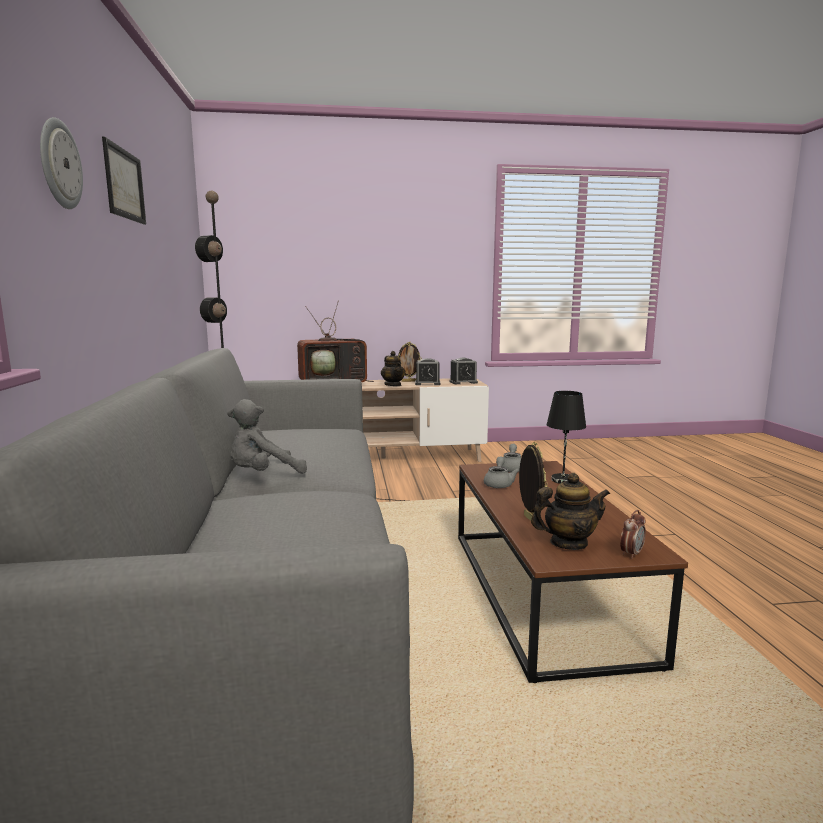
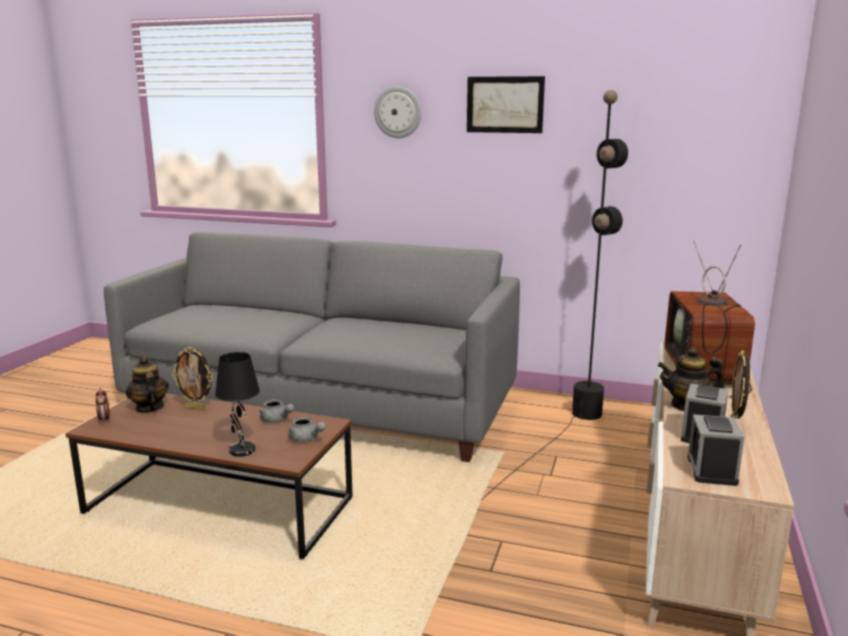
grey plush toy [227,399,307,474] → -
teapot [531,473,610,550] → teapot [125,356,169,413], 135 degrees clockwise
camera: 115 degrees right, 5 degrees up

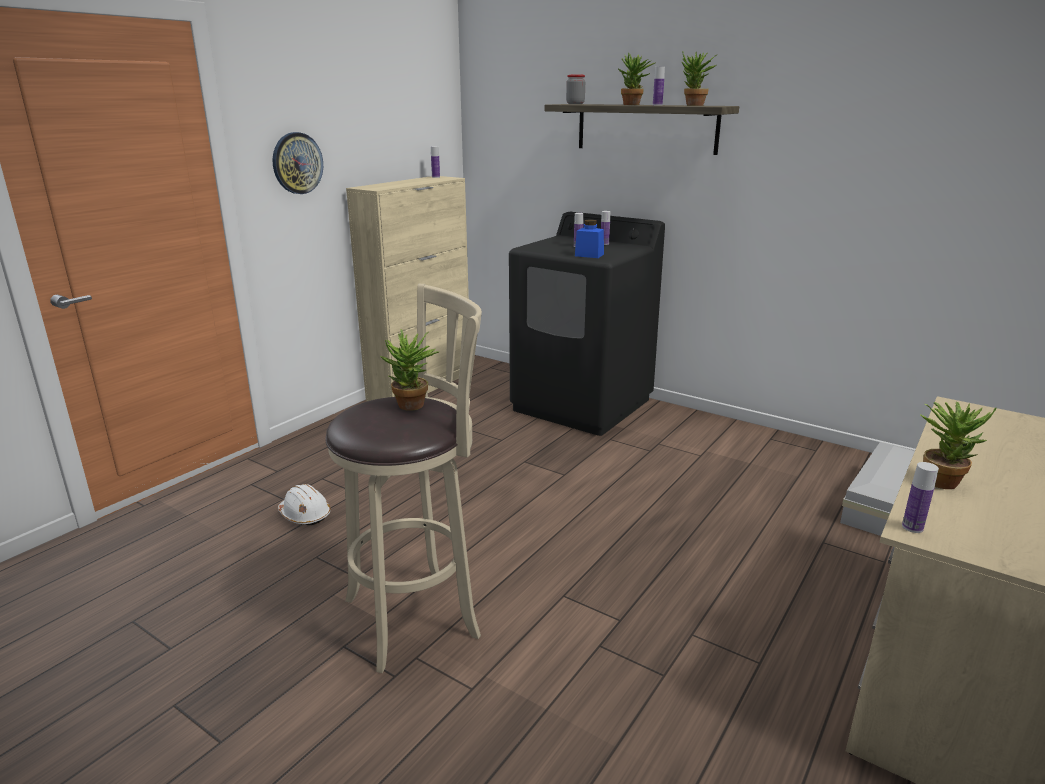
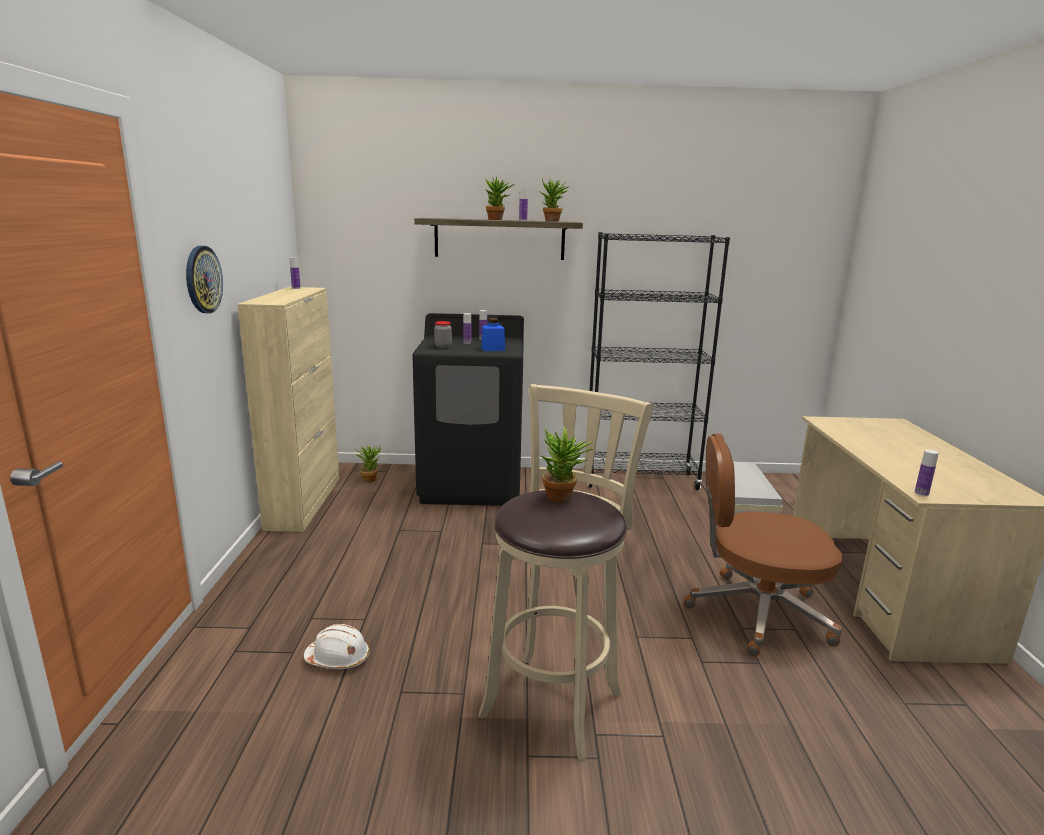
jar [566,74,585,104] → jar [434,321,452,348], shifted
potted plant [921,402,997,489] → potted plant [355,446,381,483], shifted
- → black bookcase [584,232,730,490]
- → brown office chair [684,434,843,657]
camera: 35 degrees left, 5 degrees down

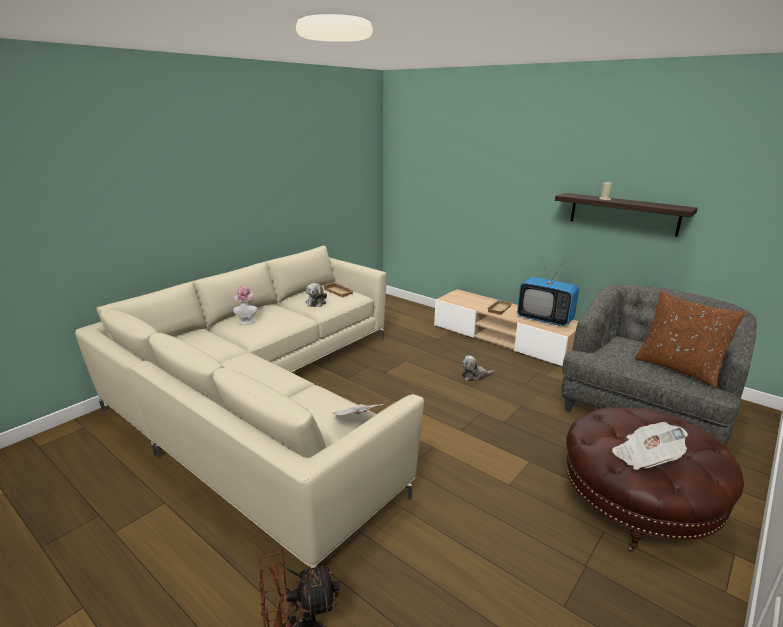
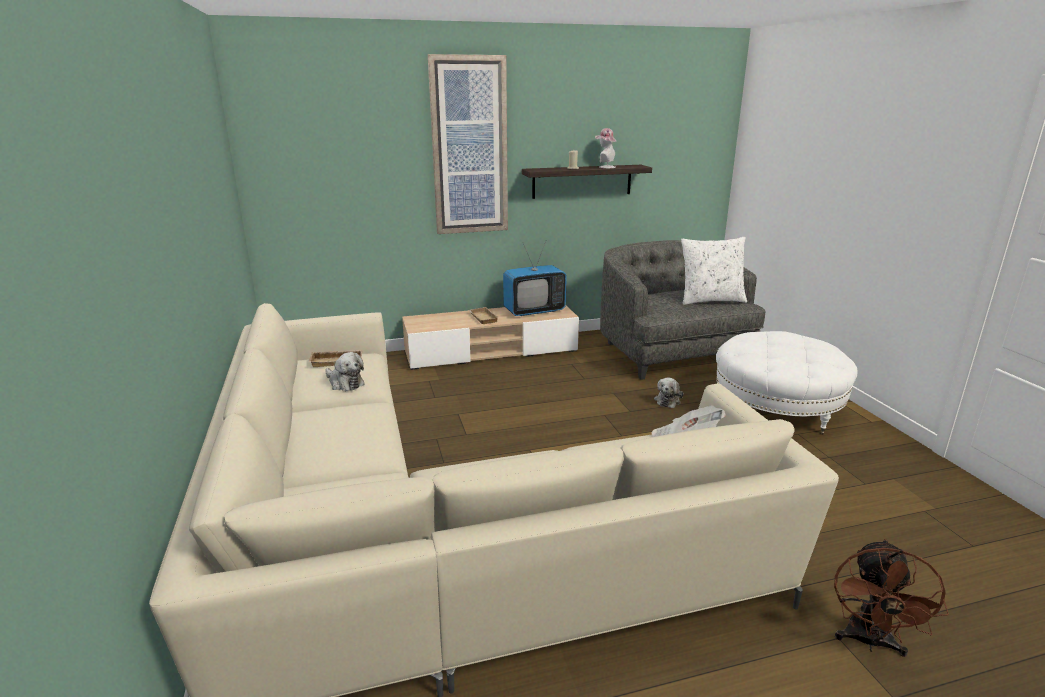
hat [233,286,257,325] → hat [595,128,616,168], shifted
plush toy [461,355,494,382] → plush toy [654,378,683,408], shifted
brown ottoman [566,407,744,552] → white ottoman [716,331,857,434]
newspaper [612,422,688,470] → -
brown pillow [635,291,747,388] → white pillow [681,237,747,305]
- → picture [428,54,508,234]
camera: 55 degrees left, 0 degrees up

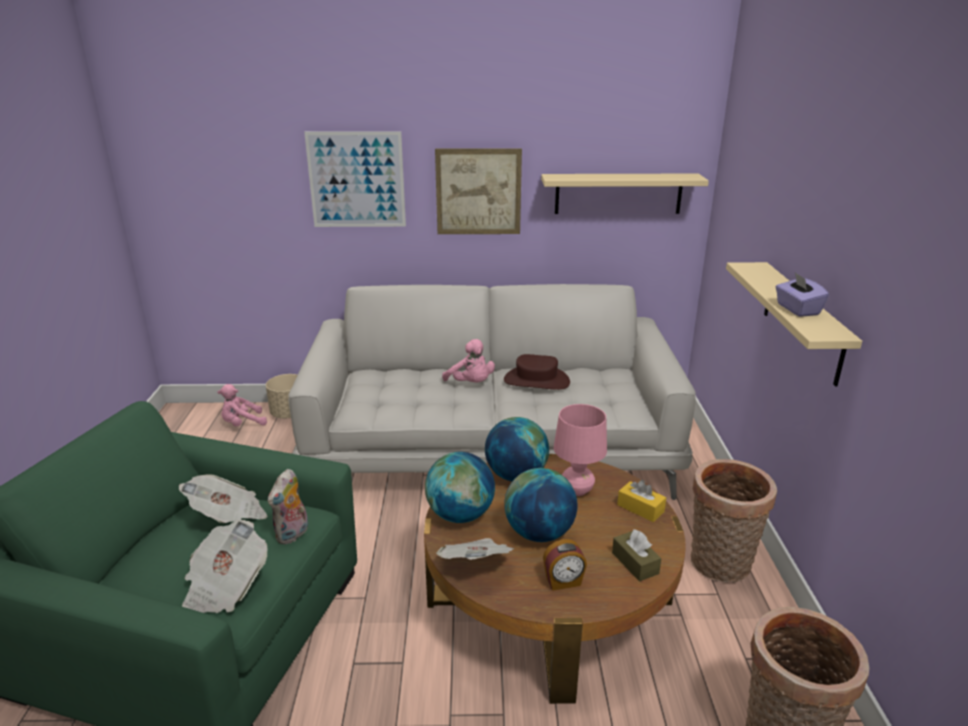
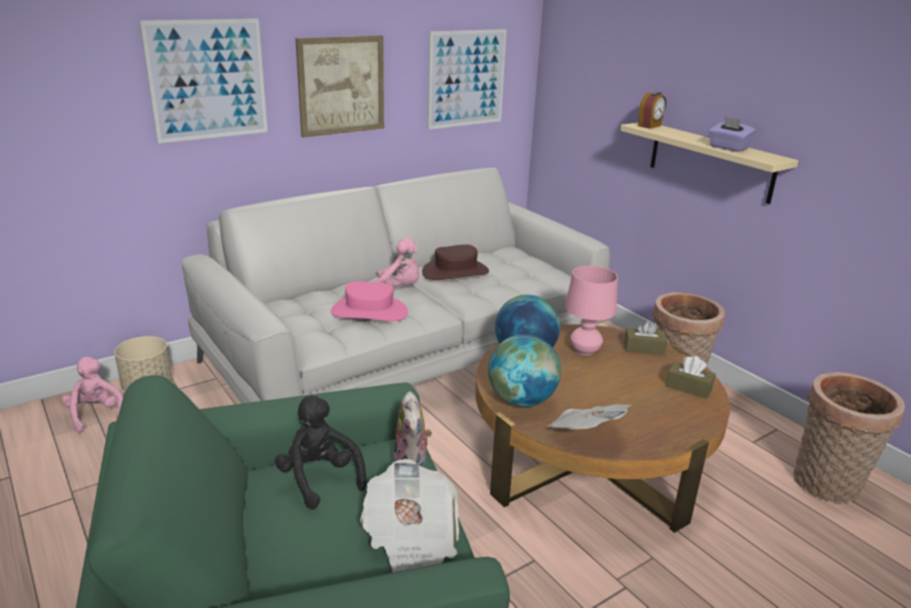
newspaper [179,474,268,523] → black plush toy [275,395,367,509]
pink plush toy [217,384,267,426] → pink plush toy [61,357,123,433], 120 degrees clockwise
globe [504,468,577,542] → -
beige shelf [541,174,709,214] → picture [428,29,507,129]
alarm clock [543,539,587,591] → alarm clock [638,92,666,129], shifted
yellow tissue box [617,480,666,522] → brown tissue box [624,321,667,355]
- → pink hat [331,281,408,321]
camera: 35 degrees left, 0 degrees up

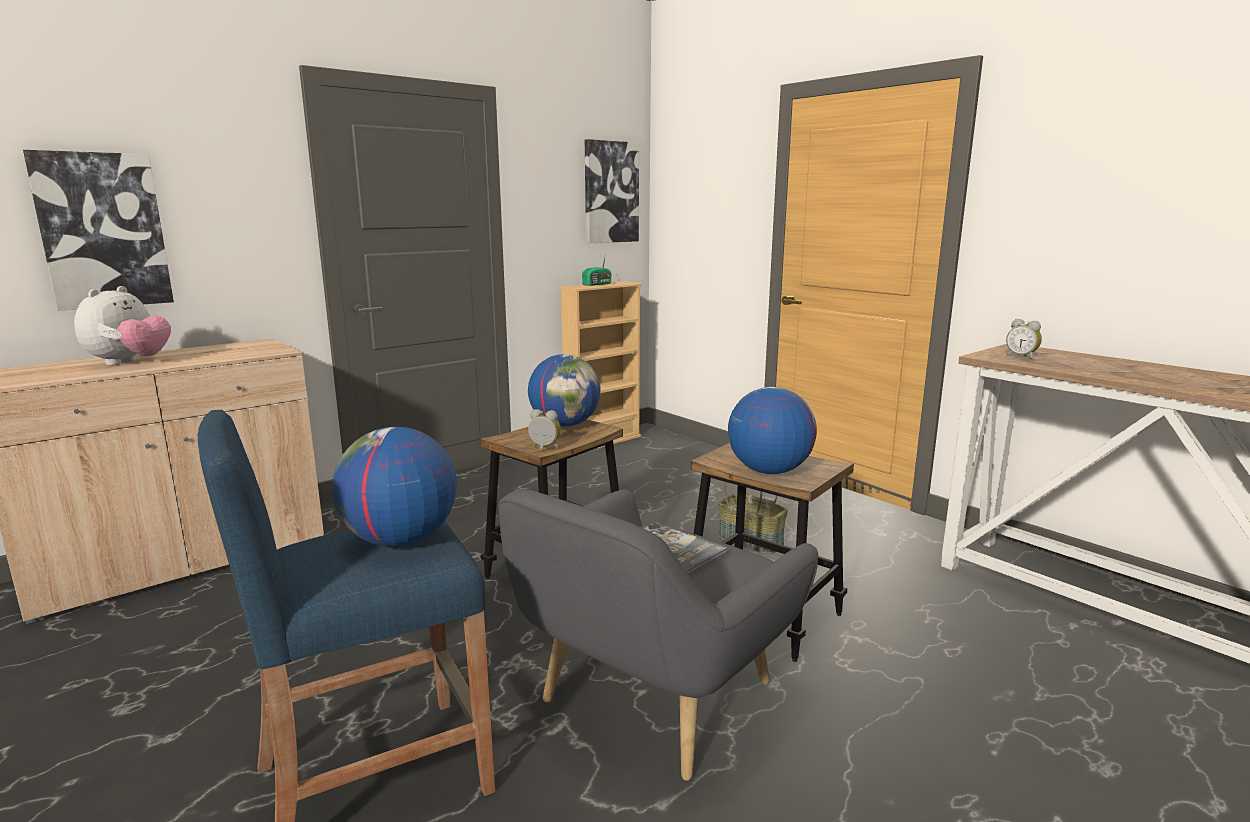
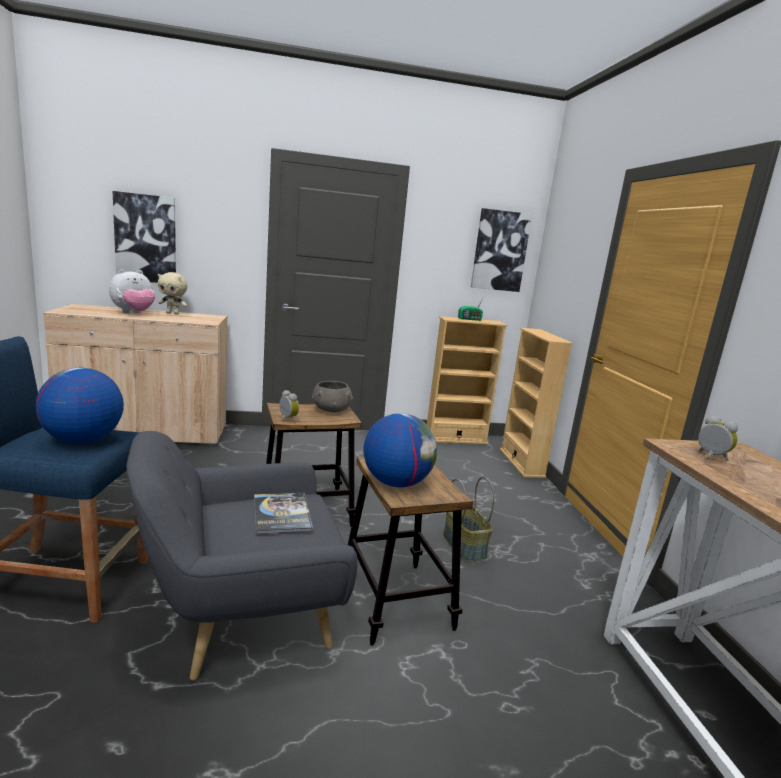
globe [528,354,601,427] → grey bowl [312,381,353,412]
alarm clock [1006,319,1042,360] → alarm clock [698,415,738,461], 150 degrees clockwise
- → beige plush toy [158,272,188,315]
- → beige bookcase [500,328,573,478]
camera: 30 degrees right, 0 degrees up

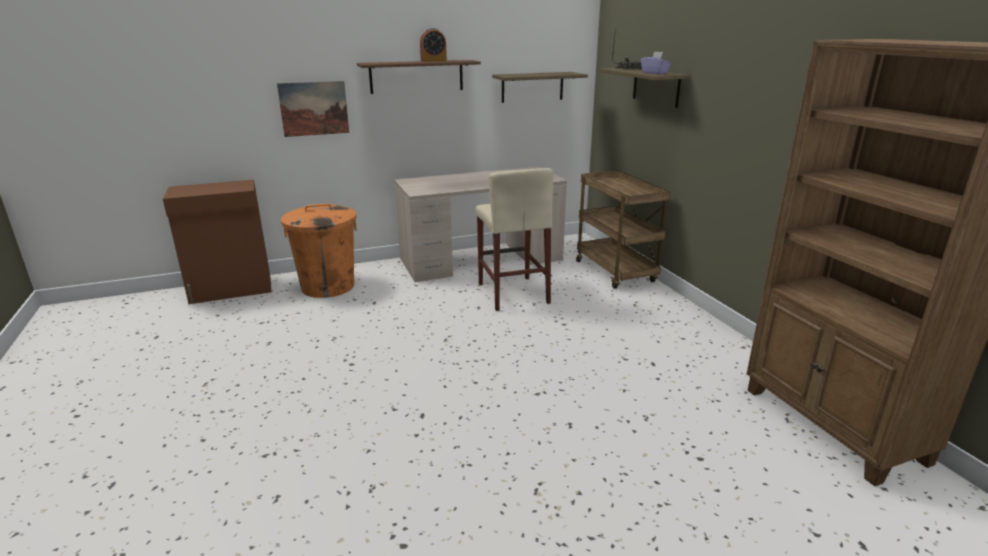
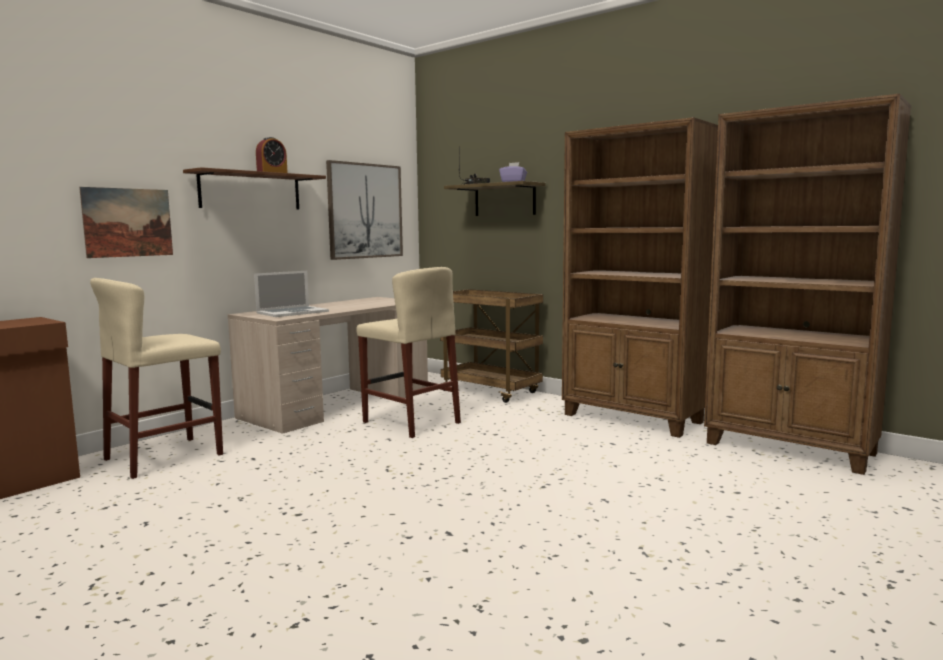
orange trash can [281,203,357,298] → beige stool [90,278,223,479]
shelf [492,72,588,103] → picture [326,160,403,260]
- → laptop [254,271,329,317]
- → brown bookcase [562,117,718,438]
camera: 30 degrees left, 15 degrees down

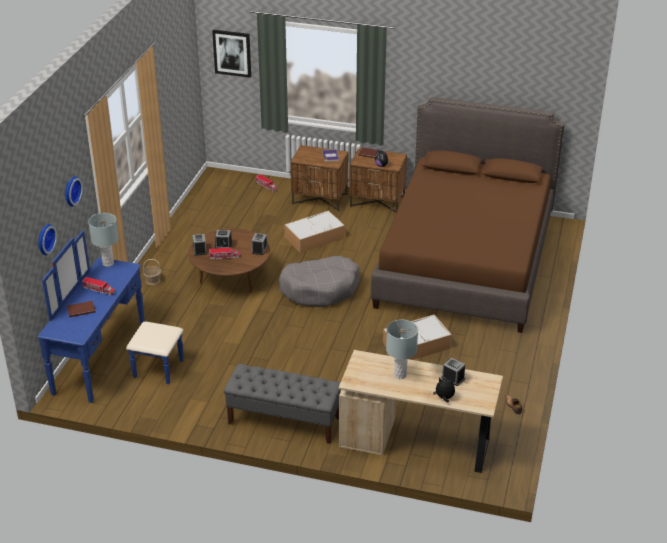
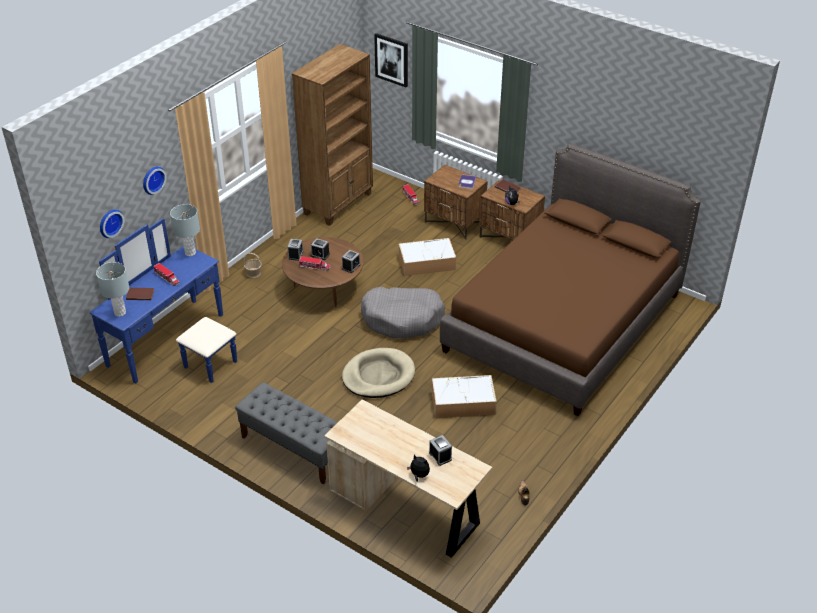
grey table lamp [386,320,418,379] → grey table lamp [96,262,129,317], shifted
- → brown bookcase [292,44,373,226]
- → beige dog bed [342,348,415,398]
camera: 20 degrees right, 5 degrees up

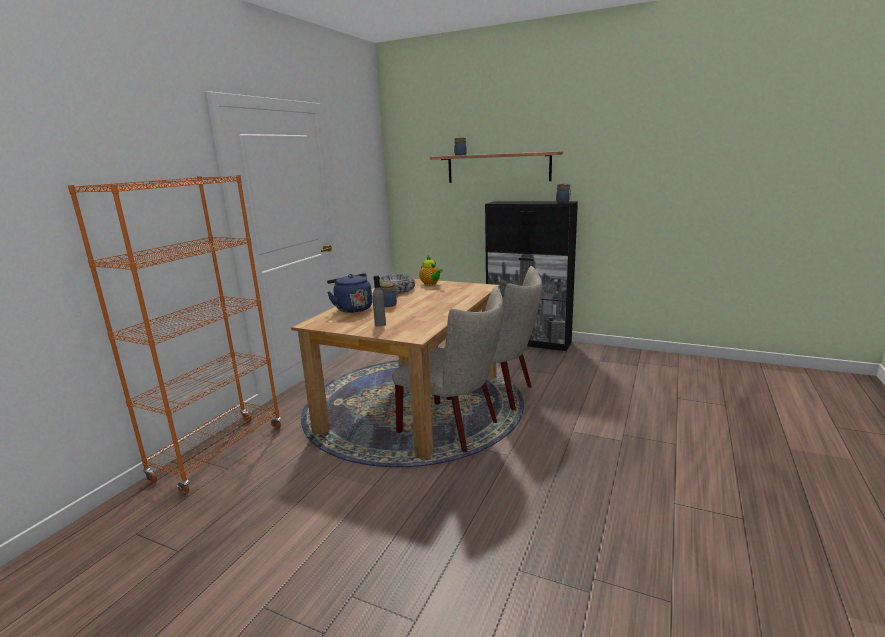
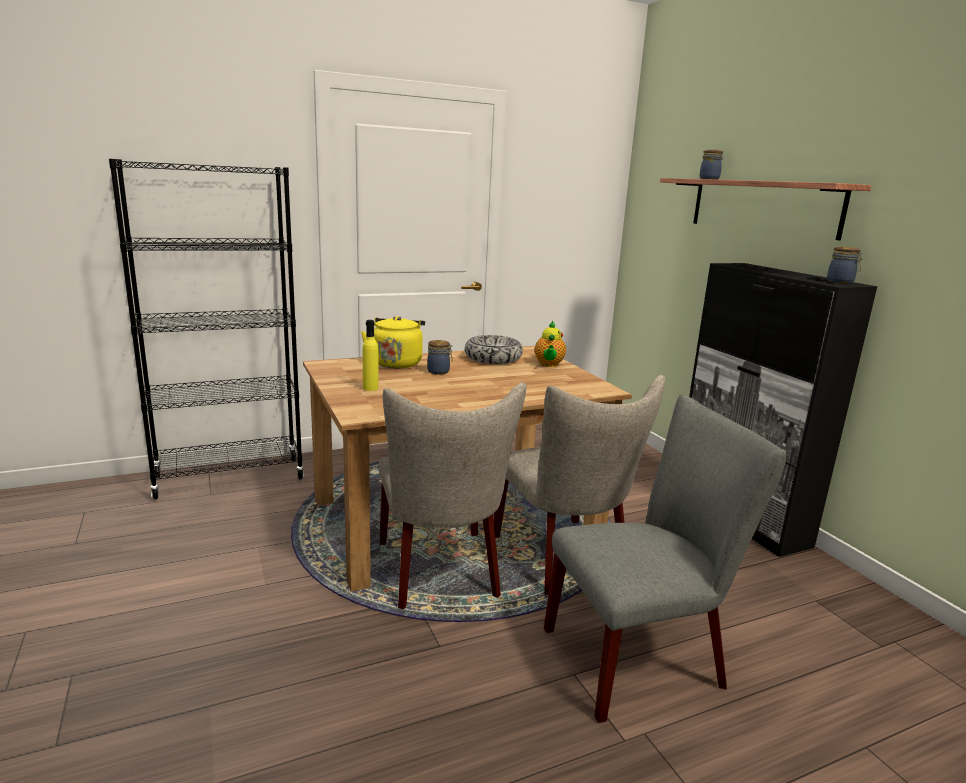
orange bookcase [68,175,281,494] → black bookcase [109,159,304,499]
blue kettle [327,273,372,313] → yellow kettle [361,316,425,368]
grey bottle [372,275,386,326] → yellow bottle [363,320,379,391]
- → grey chair [544,394,787,723]
camera: 40 degrees right, 0 degrees up

